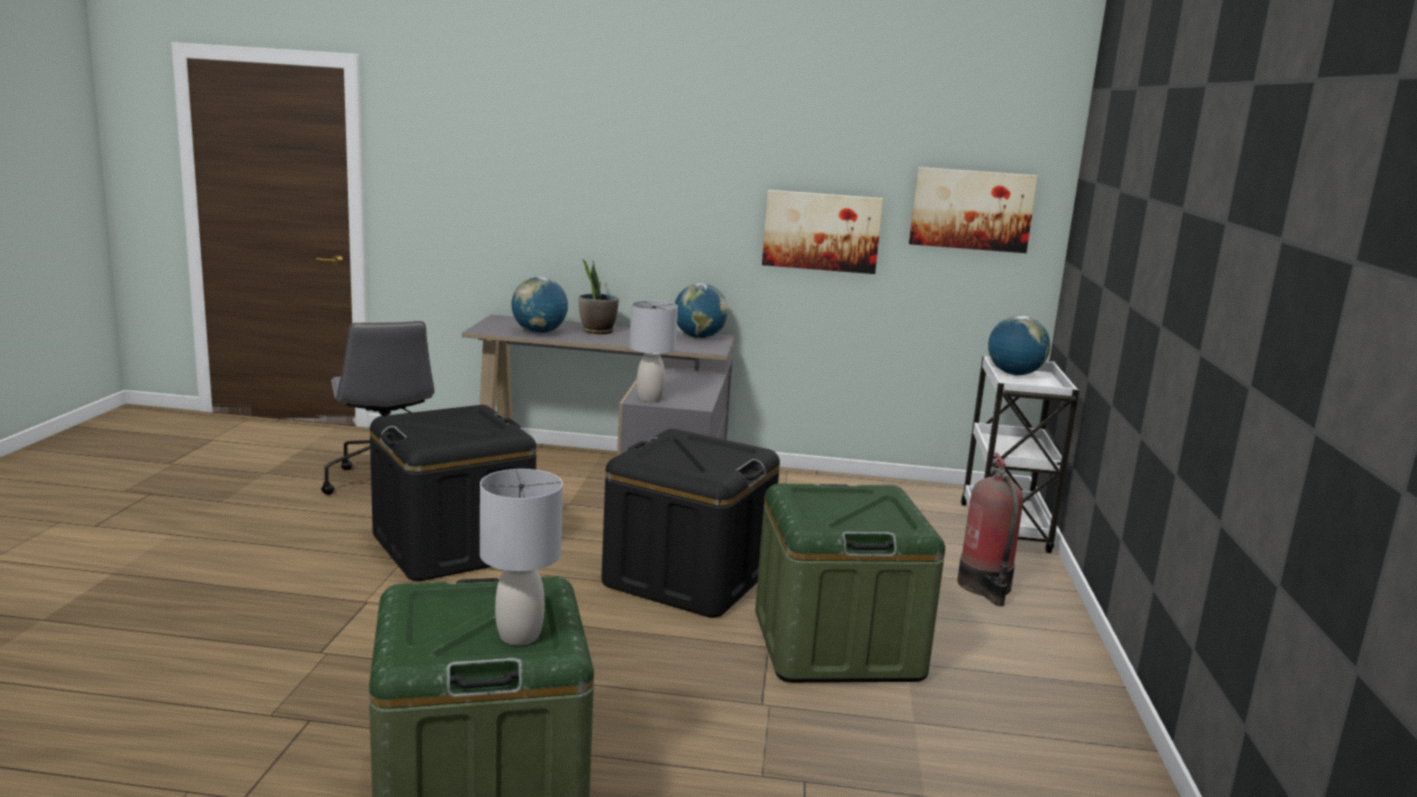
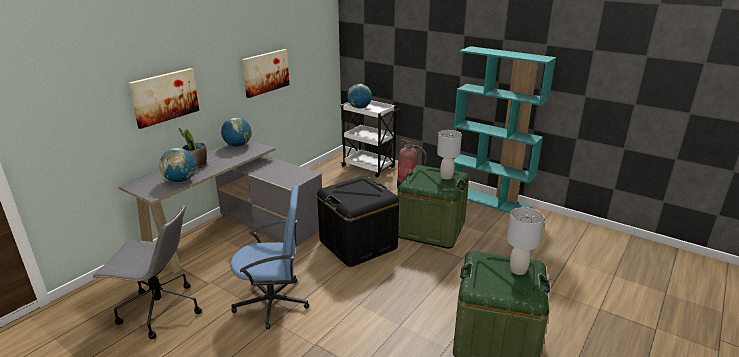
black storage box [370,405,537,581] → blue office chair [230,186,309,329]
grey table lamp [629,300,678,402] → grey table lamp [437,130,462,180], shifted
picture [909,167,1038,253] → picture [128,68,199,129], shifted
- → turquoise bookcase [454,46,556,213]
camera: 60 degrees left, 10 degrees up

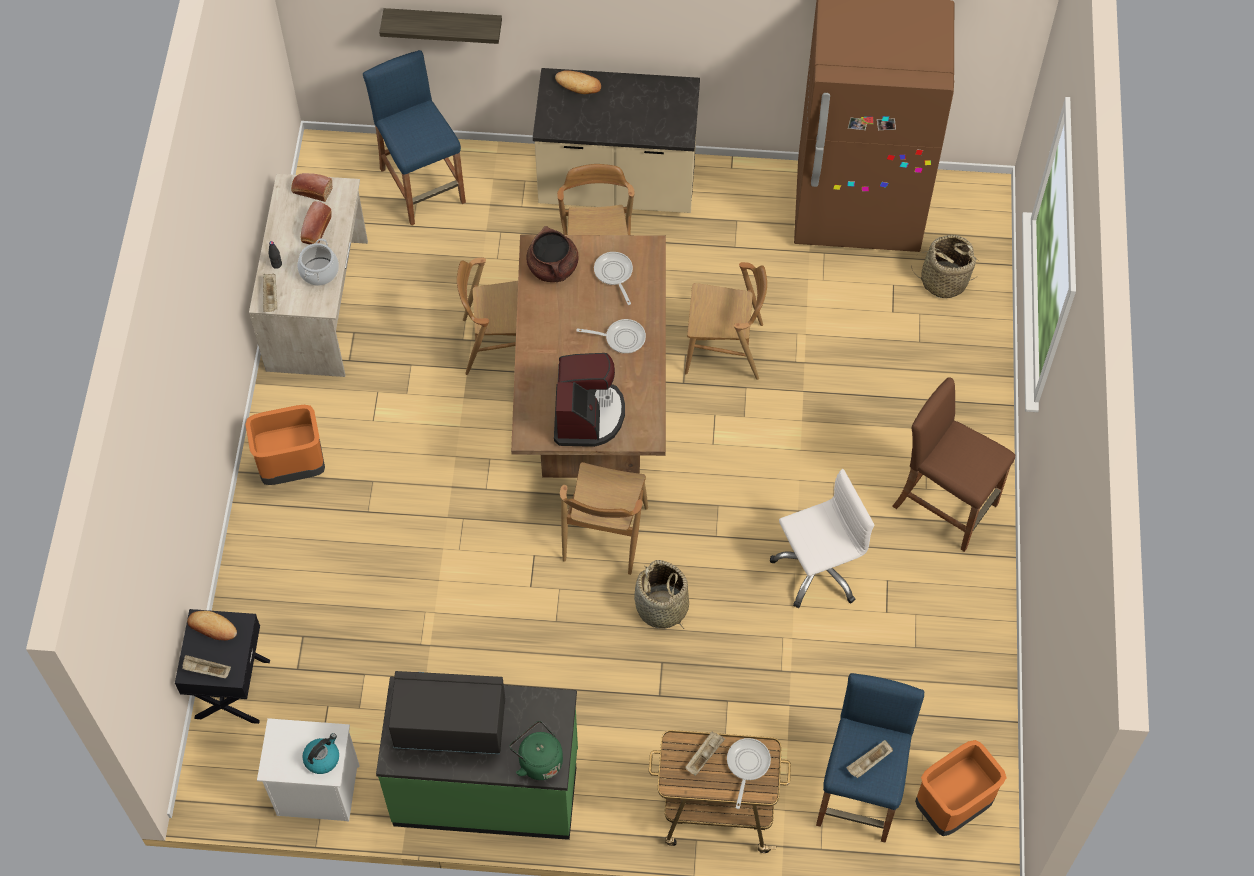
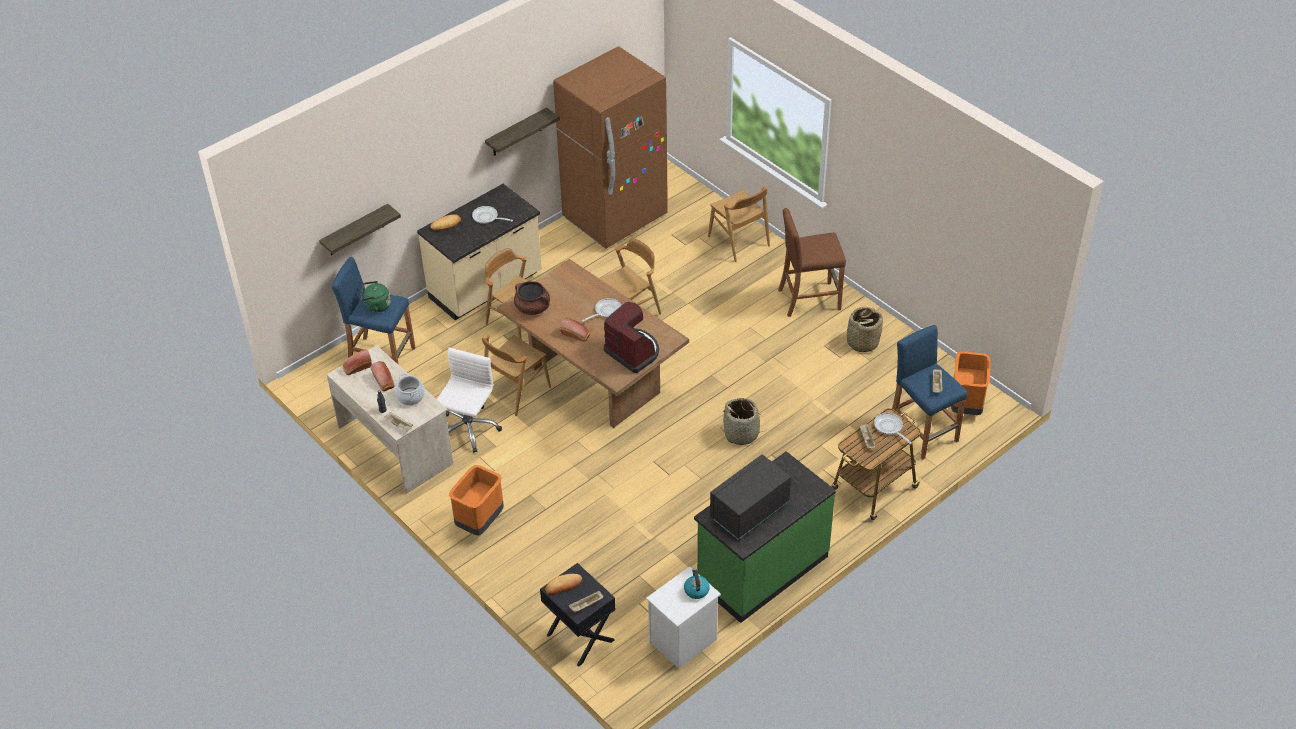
green kettle [509,721,563,780] → green kettle [360,281,391,313], shifted
brown chair [560,462,648,575] → brown chair [708,186,770,262], shifted
frying pan [594,252,633,305] → frying pan [472,206,513,224], shifted
white office chair [770,469,874,608] → white office chair [437,348,502,453], shifted
basket [911,235,979,298] → basket [847,307,883,352], shifted
- → shelf [485,107,560,156]
- → bread [560,318,590,342]
camera: 45 degrees left, 15 degrees down

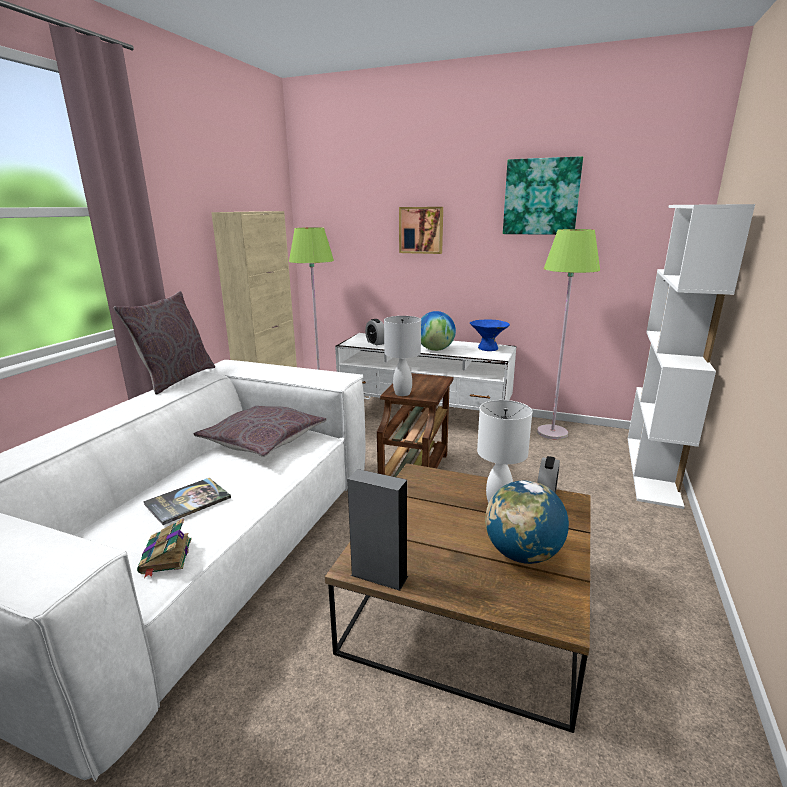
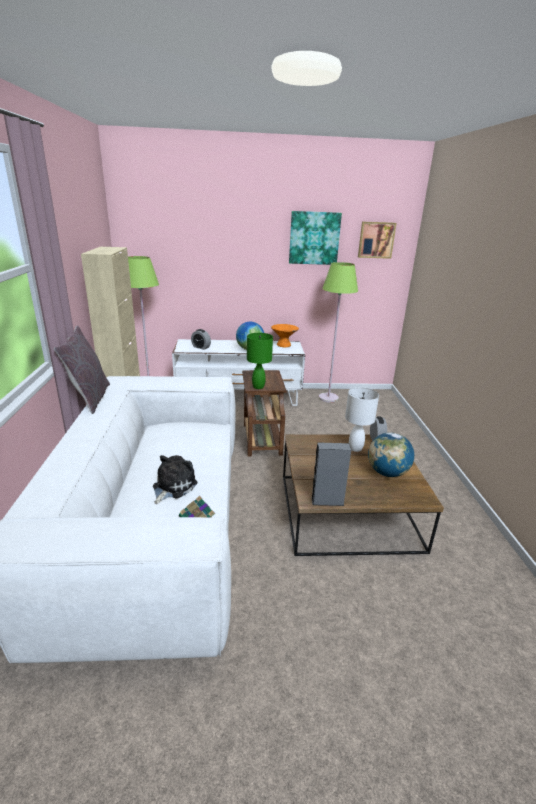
book [143,478,231,525] → plush toy [153,455,197,504]
grey pillow [194,406,327,457] → -
white table lamp [384,316,421,396] → green table lamp [247,333,273,389]
picture [399,207,443,254] → picture [358,222,397,259], shifted
blue bowl [470,319,510,351] → orange bowl [271,324,299,347]
white bookcase [628,204,755,509] → -
camera: 25 degrees left, 5 degrees up

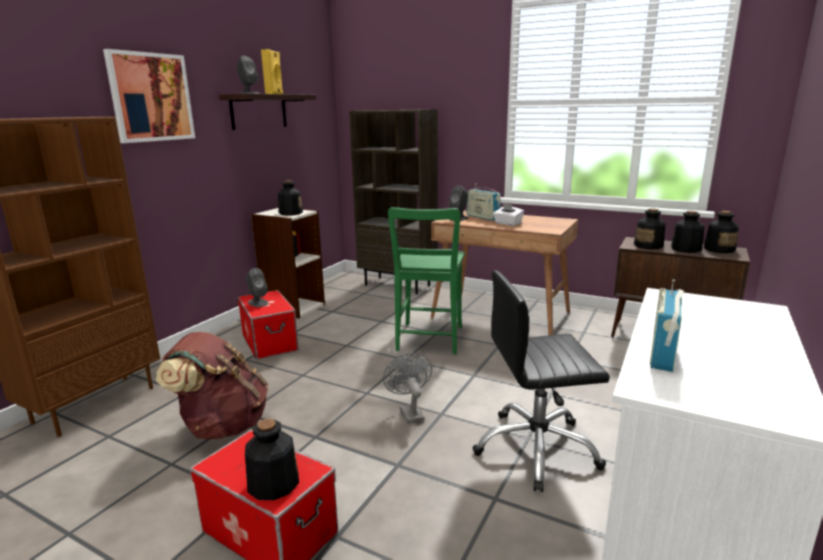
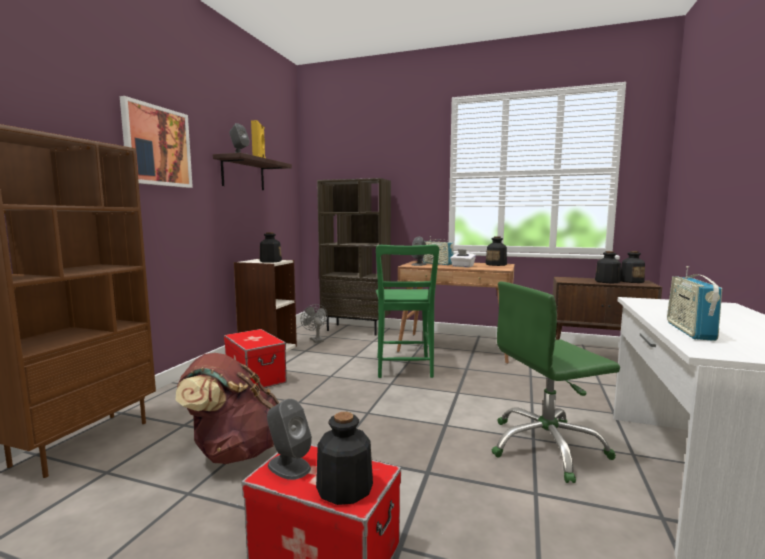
grey speaker [246,268,269,307] → grey speaker [267,399,312,480], shifted
grey fan [383,353,432,424] → grey fan [301,304,328,343], shifted
black office chair [473,270,610,492] → green office chair [491,282,620,483]
bottle [634,208,666,249] → bottle [486,237,507,266], shifted
camera: 10 degrees left, 10 degrees down

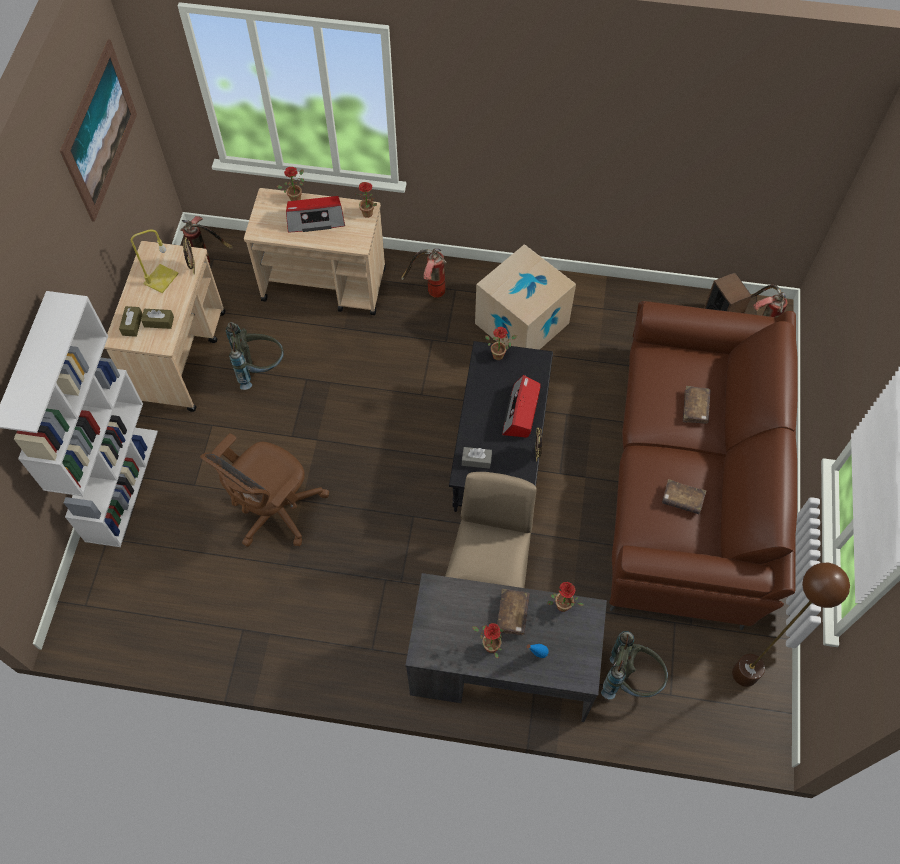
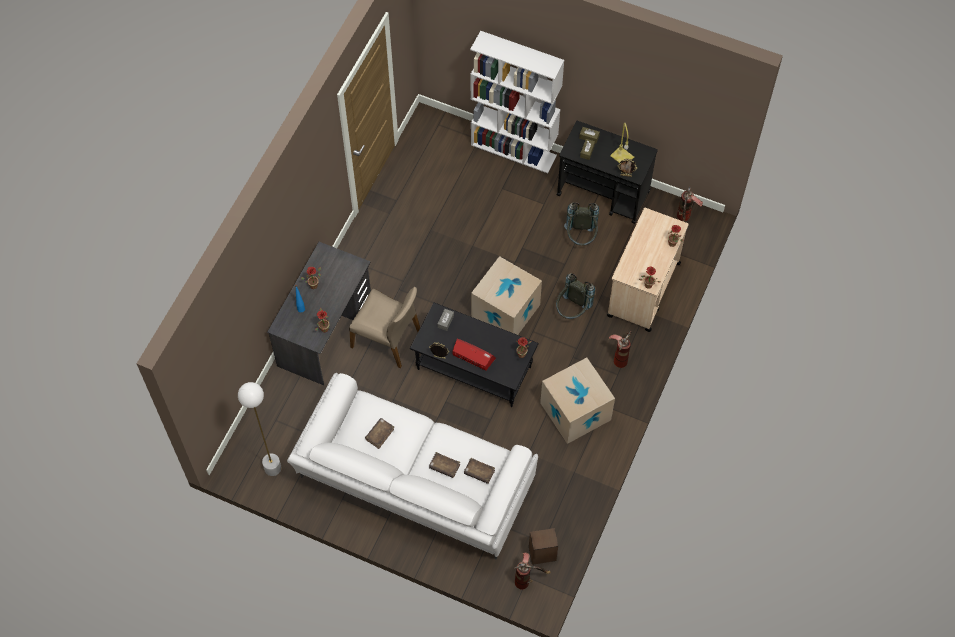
picture [60,40,137,222] → -
beige cart [104,241,226,412] → black cart [557,121,658,224]
brown office chair [200,433,329,547] → -
radio [286,196,345,233] → -
brown book [497,589,530,635] → brown book [464,458,495,484], shifted
grey backpack [601,631,668,699] → grey backpack [556,273,595,319], shifted
brown sofa [609,301,798,631] → white sofa [287,373,538,560]
brown floor lamp [732,563,850,687] → white floor lamp [238,382,281,476]
- → cardboard box [471,256,542,335]
camera: 105 degrees right, 0 degrees up

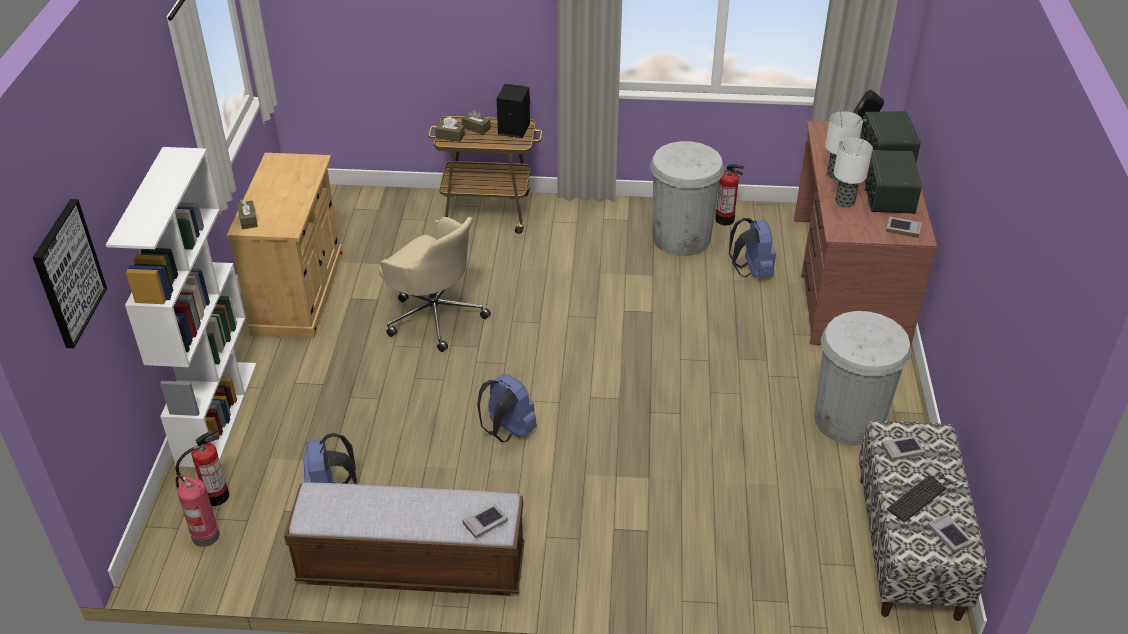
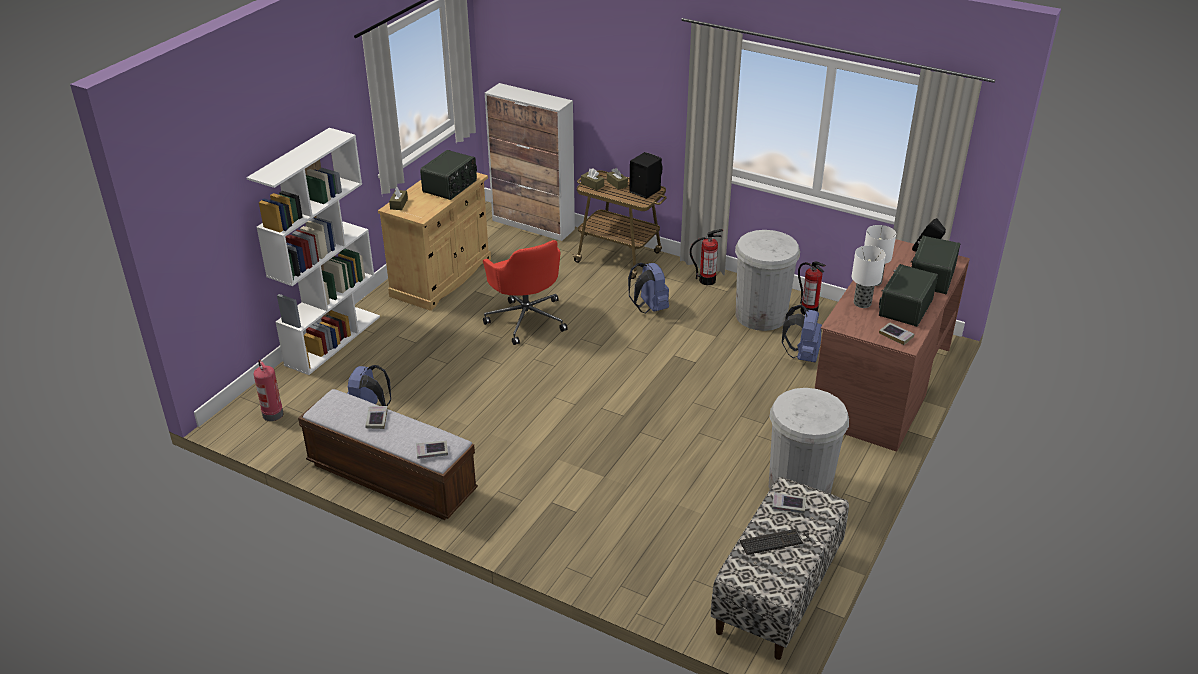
picture [33,199,107,348] → -
fire extinguisher [176,428,229,506] → fire extinguisher [689,229,723,285], shifted
beige office chair [379,217,491,352] → red office chair [483,240,568,345]
blue backpack [477,374,537,442] → blue backpack [628,263,669,313], shifted
book [927,514,973,553] → book [365,406,388,429], shifted
- → radio [420,150,477,200]
- → cabinet [485,83,575,241]
camera: 25 degrees right, 5 degrees down

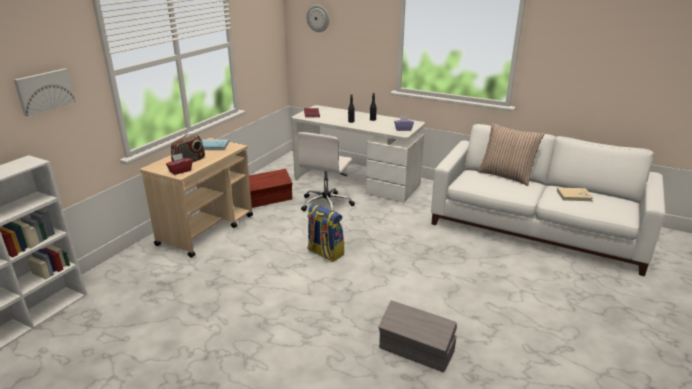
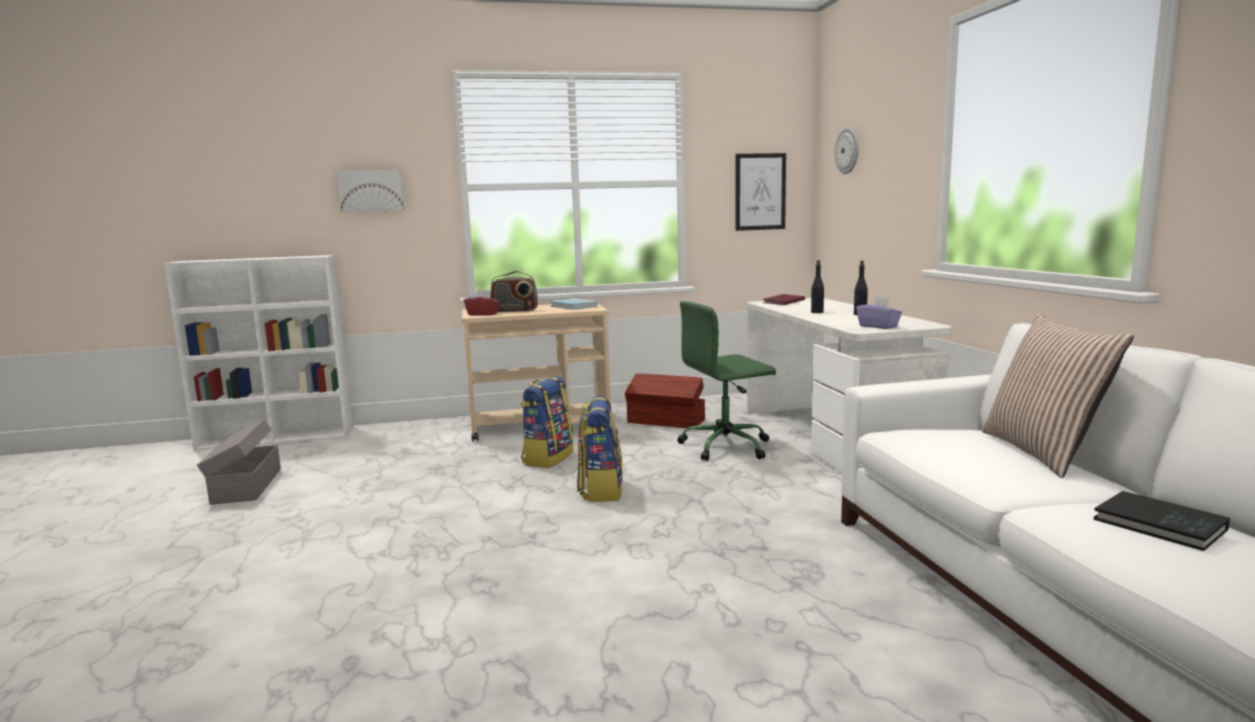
white office chair [297,132,355,212] → green office chair [677,301,776,461]
grey storage box [378,300,457,372] → grey storage box [197,419,281,505], shifted
beige book [557,187,593,201] → black book [1093,491,1230,551]
- → backpack [521,376,573,468]
- → picture [735,153,786,231]
camera: 50 degrees right, 15 degrees down

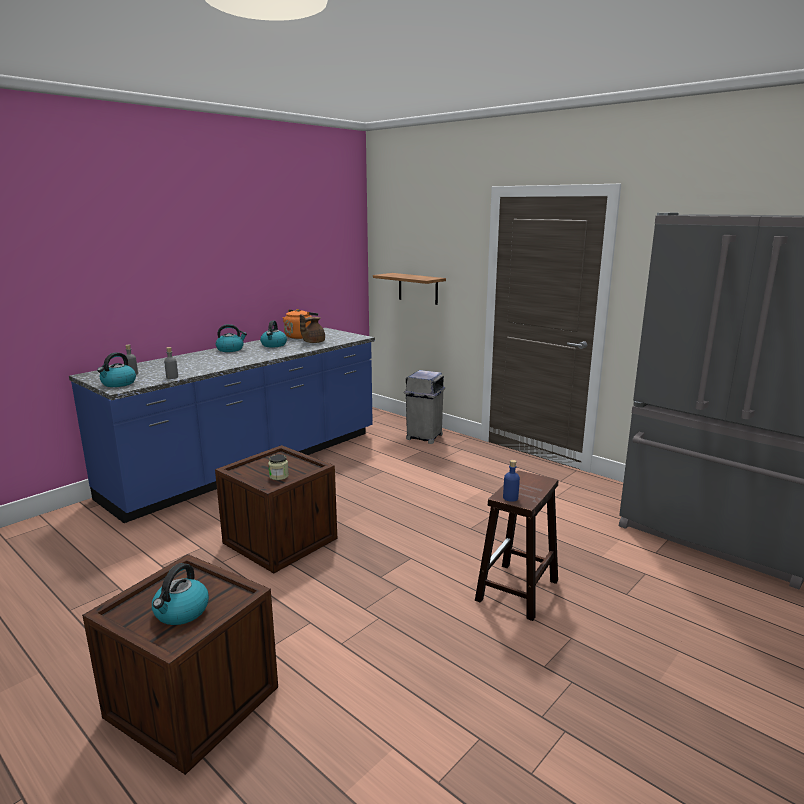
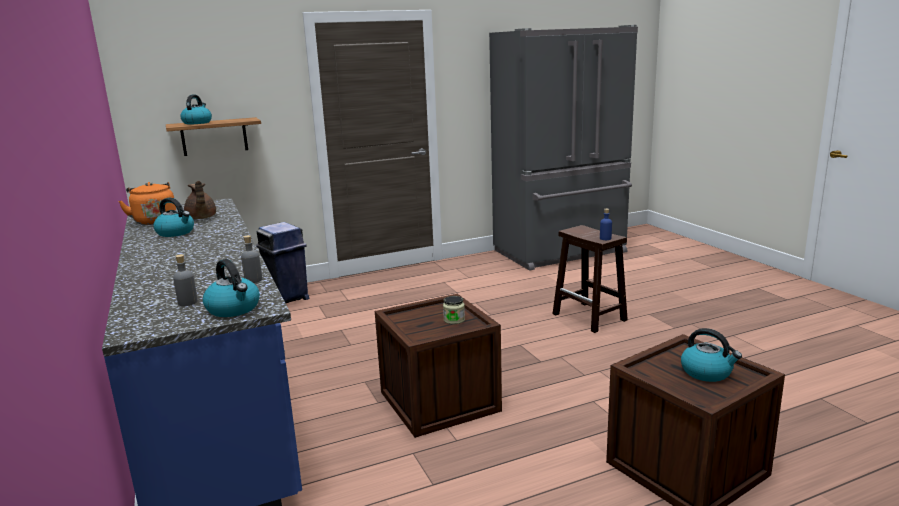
kettle [216,324,247,352] → kettle [180,95,212,124], shifted
grey trash can [404,370,445,444] → blue trash can [256,222,309,303]
camera: 65 degrees left, 0 degrees up

